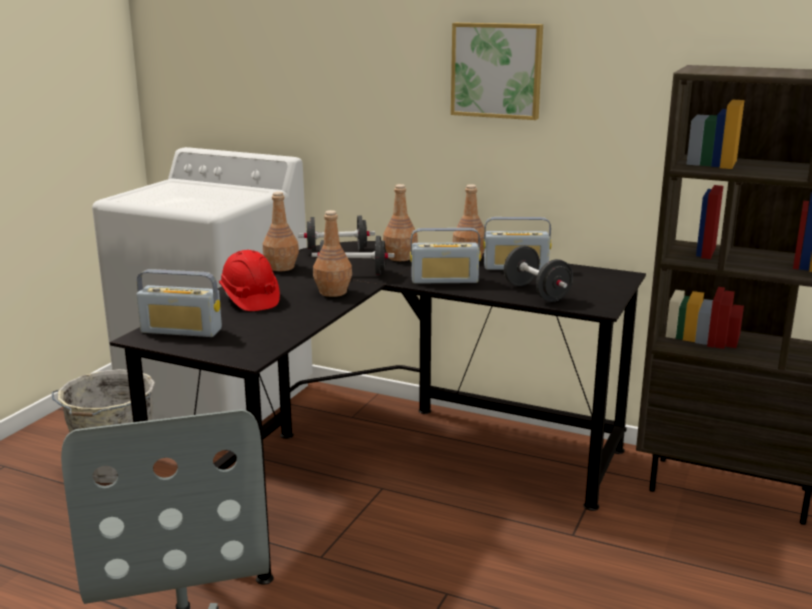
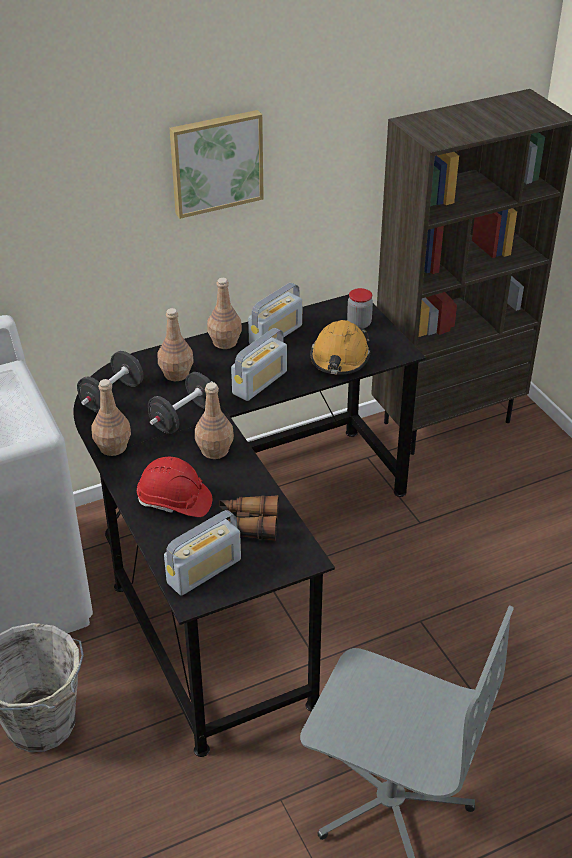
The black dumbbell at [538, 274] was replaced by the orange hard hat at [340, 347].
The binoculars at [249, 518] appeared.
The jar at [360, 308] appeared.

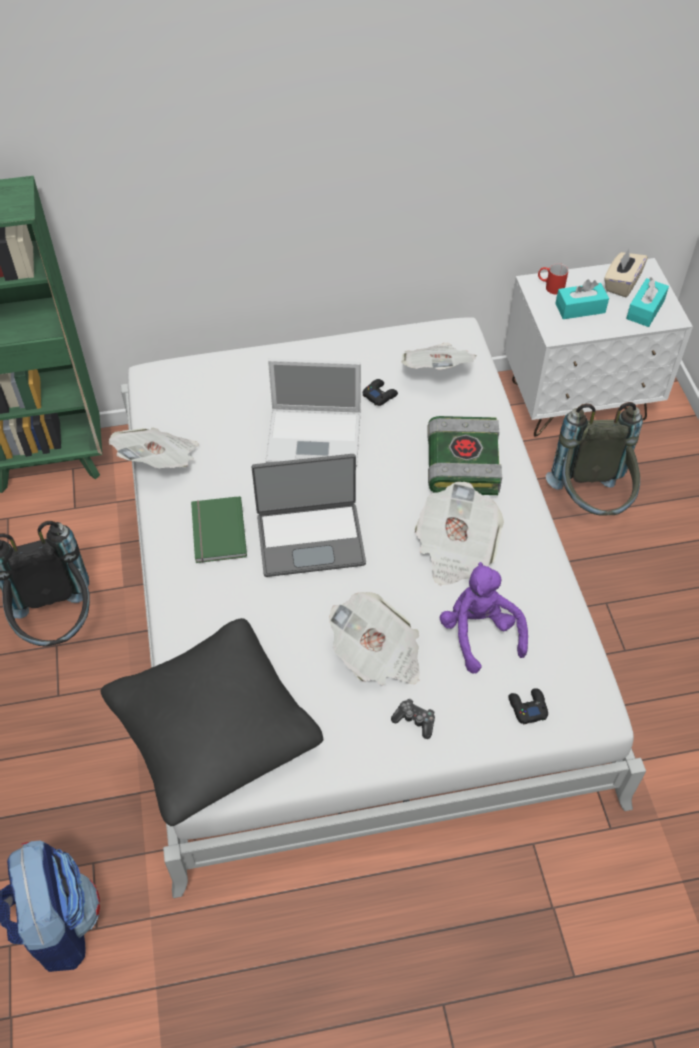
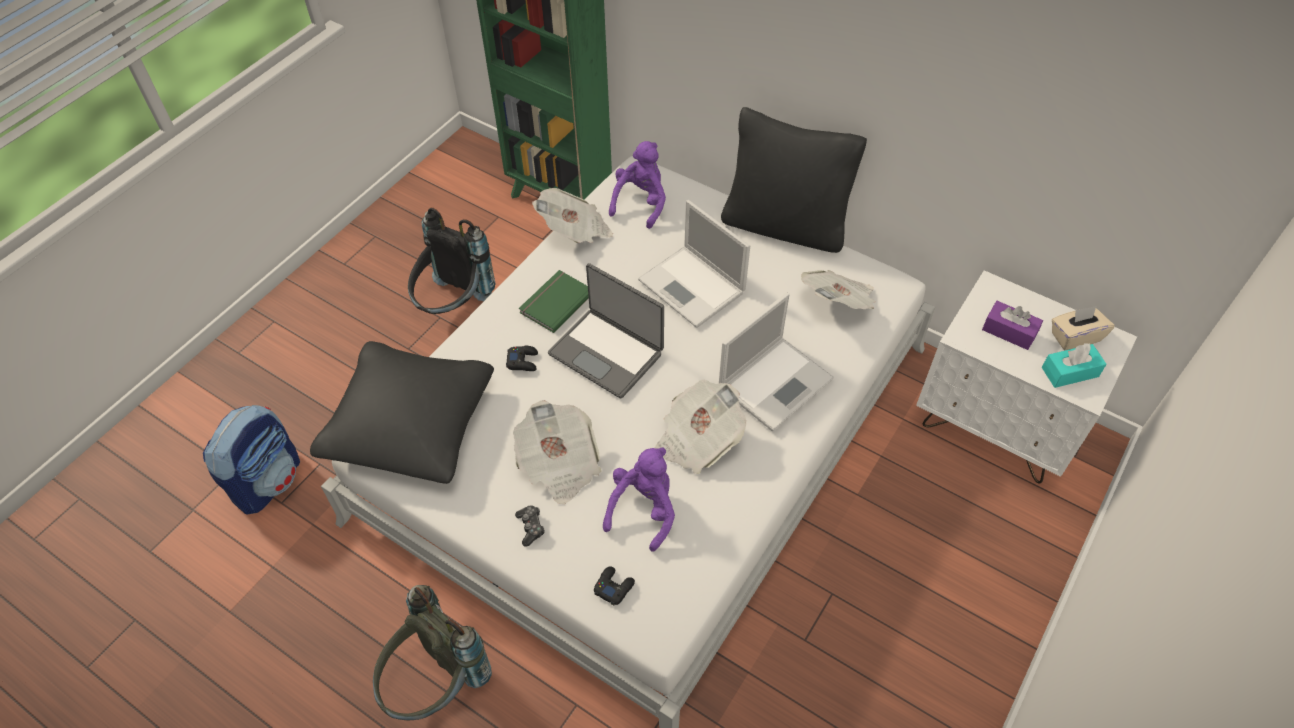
The black game controller moved from [380, 392] to [522, 358].
The book at [464, 455] was replaced by the laptop at [776, 362].
The red mug at [553, 279] disappeared.
The grey backpack moved from [594, 459] to [432, 652].
The turquoise tissue box at [582, 299] became the purple tissue box at [1012, 325].
The purple plush toy at [637, 185] appeared.
The black pillow at [794, 180] appeared.

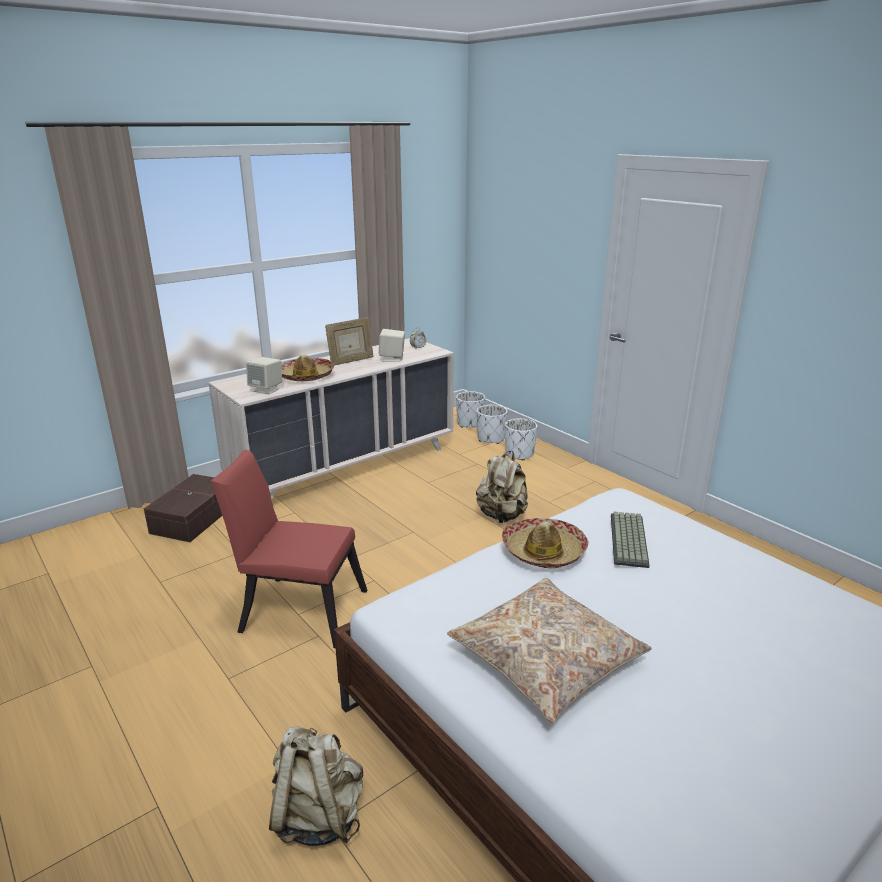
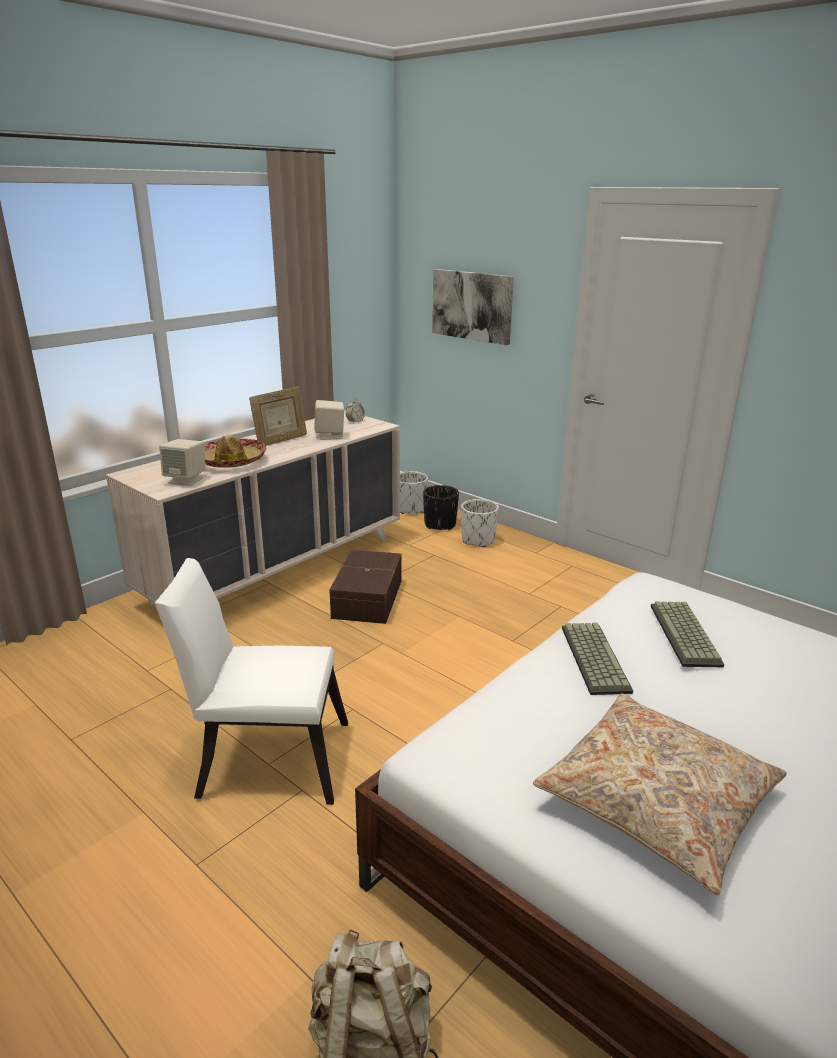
The brown storage box moved from [183, 508] to [365, 587].
The red chair at [289, 549] became the white chair at [251, 681].
The beige backpack at [502, 487] disappeared.
The white planter at [492, 424] became the black planter at [441, 507].
The hat at [545, 543] was replaced by the keyboard at [597, 659].
The picture at [473, 307] appeared.

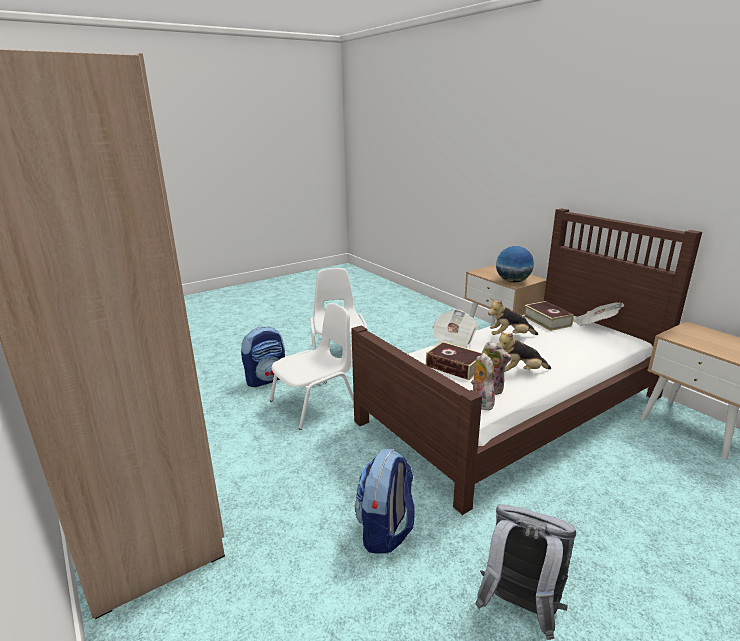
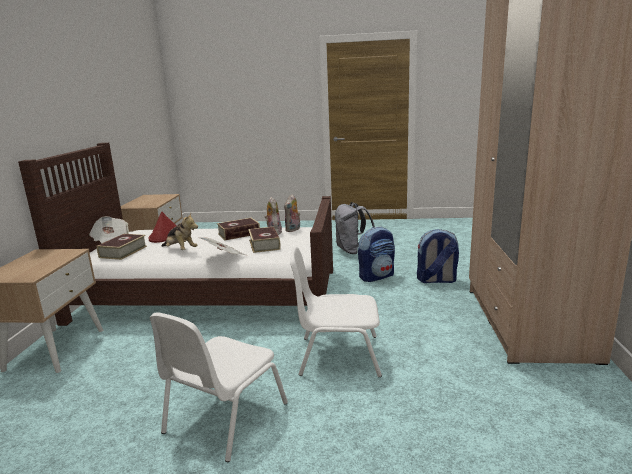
The backpack moved from [263, 356] to [438, 256].
The globe at [515, 264] disappeared.
The plush toy at [524, 351] was replaced by the book at [238, 229].
The red hat at [162, 227] appeared.

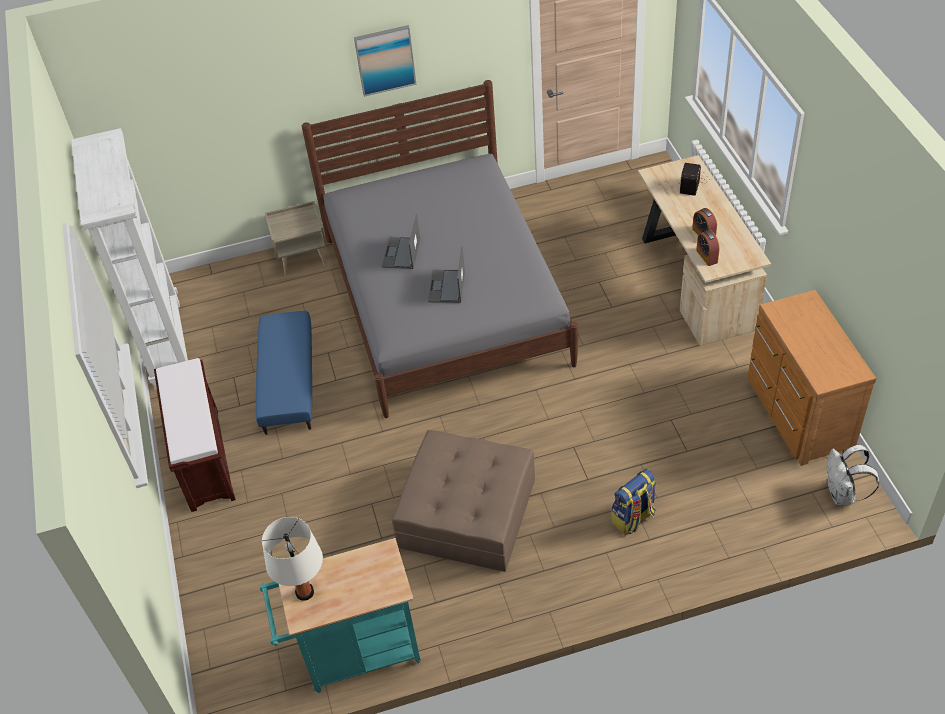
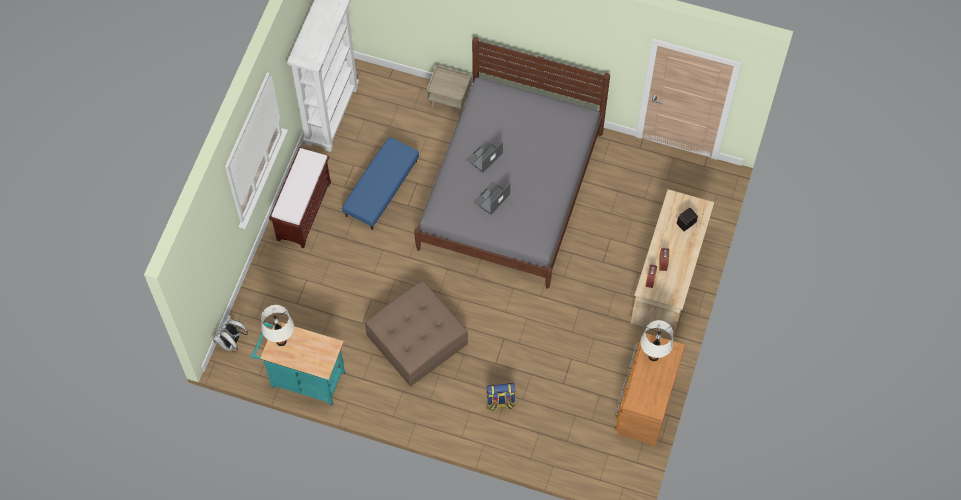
The picture at [385, 61] disappeared.
The white backpack moved from [852, 475] to [230, 333].
The white table lamp at [657, 340] appeared.

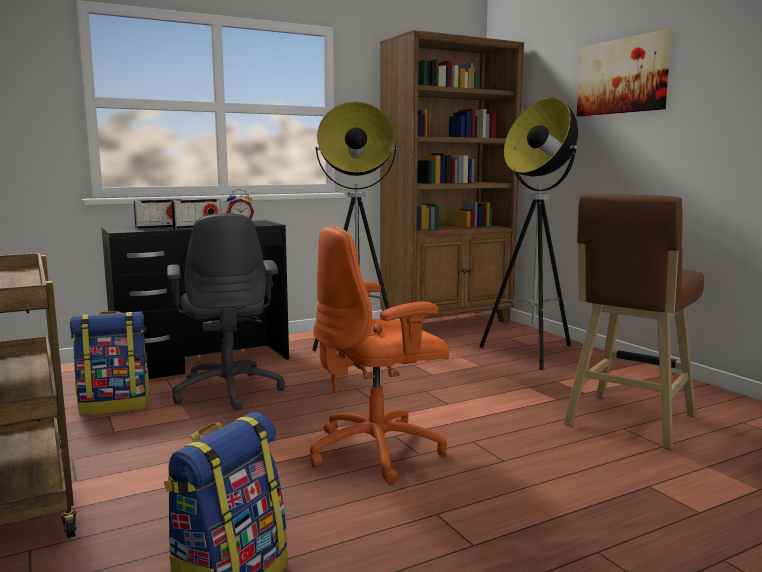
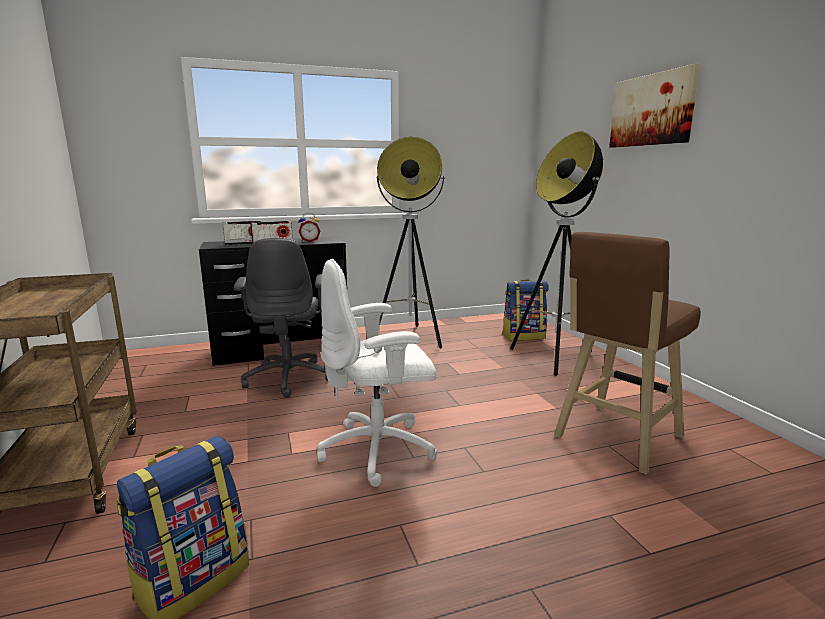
The backpack moved from [110, 363] to [525, 310].
The orange office chair at [379, 355] became the white office chair at [377, 373].
The brown bookcase at [452, 176] disappeared.

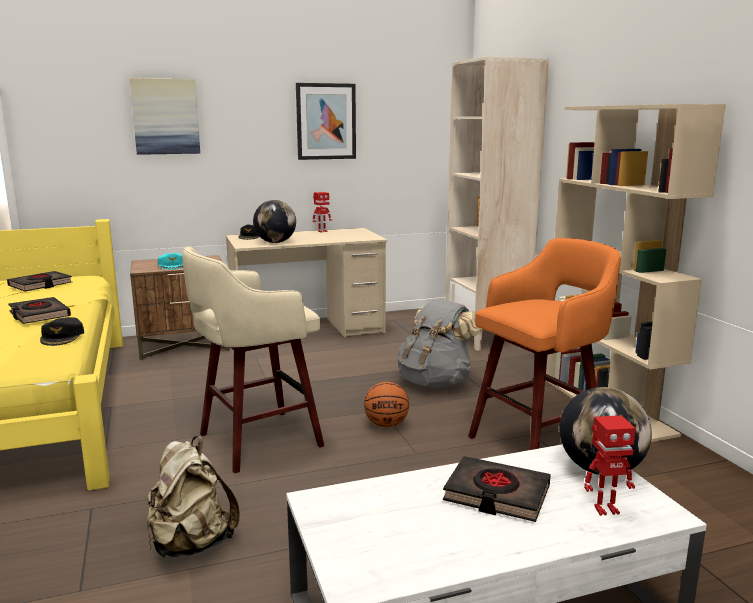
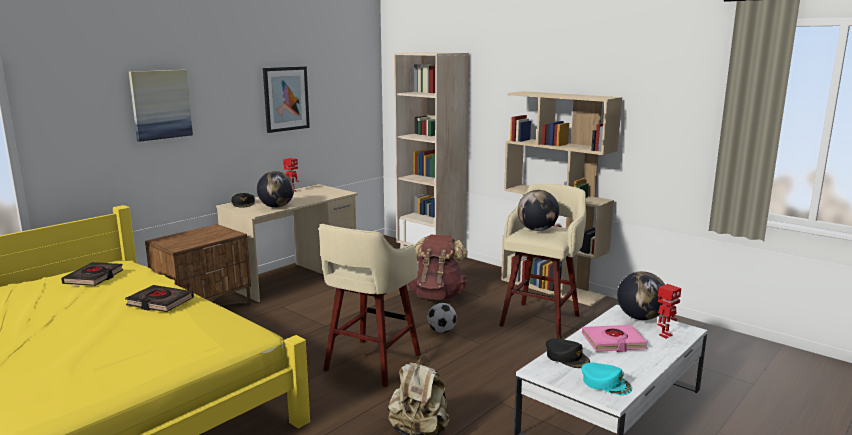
The black cap moved from [62, 331] to [568, 353].
The turquoise cap moved from [170, 261] to [606, 378].
The basketball at [386, 404] was replaced by the football at [442, 318].
The grey backpack at [440, 343] became the brown backpack at [437, 267].
The black book at [497, 489] became the pink book at [615, 338].
The orange stool at [544, 344] became the beige stool at [542, 261].
The globe at [538, 210] appeared.

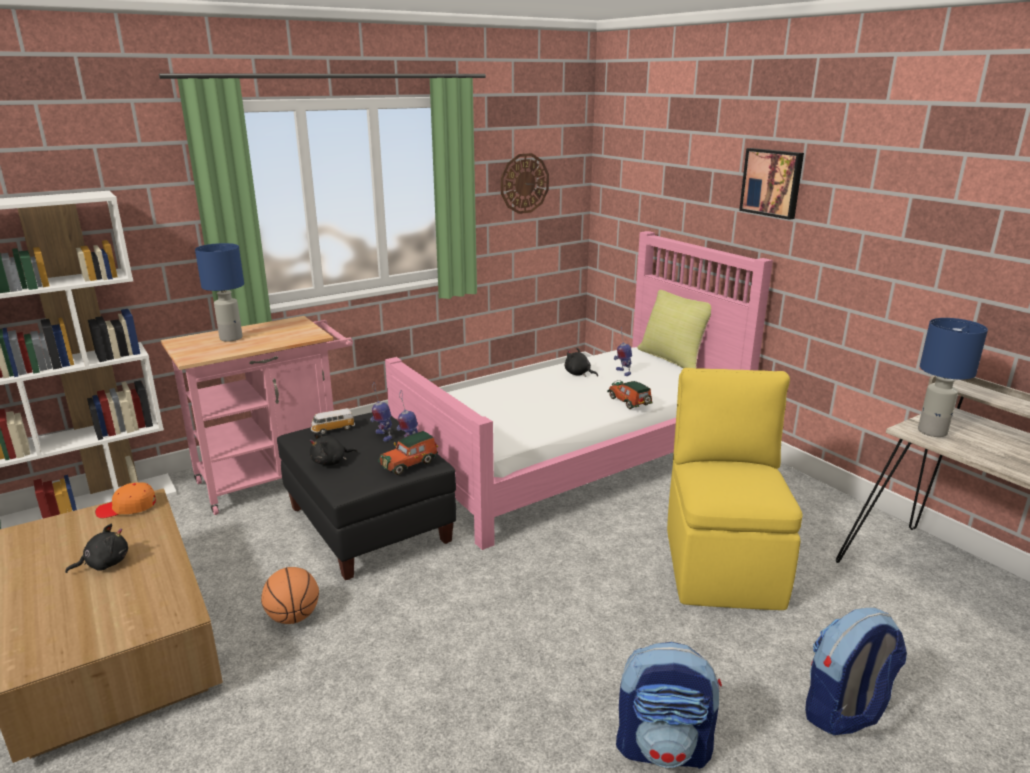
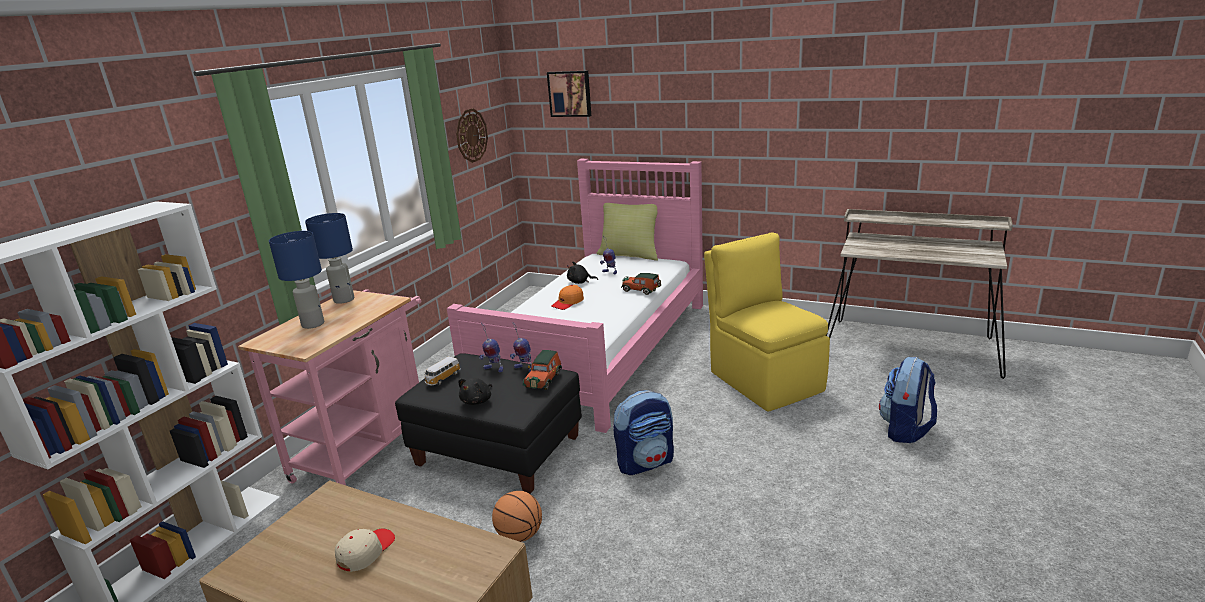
The black plush toy at [96, 548] was replaced by the beige cap at [365, 550].
The orange cap moved from [125, 500] to [567, 297].
The backpack moved from [669, 705] to [643, 432].
The picture moved from [771, 184] to [569, 94].
The blue table lamp moved from [953, 377] to [329, 258].

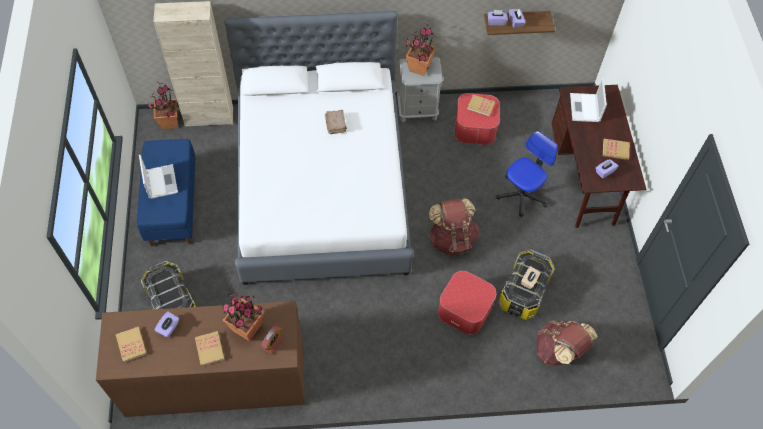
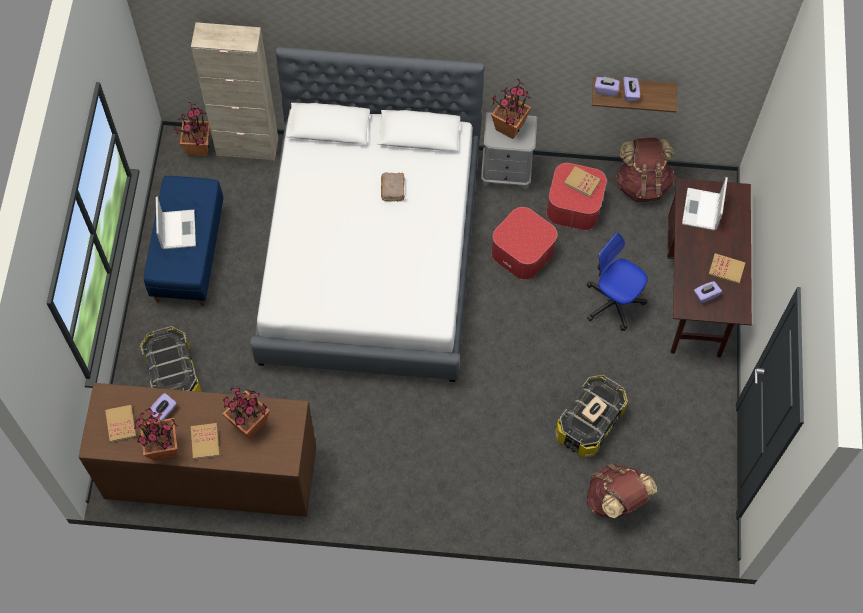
The alarm clock at [272, 339] disappeared.
The brown backpack moved from [454, 226] to [645, 169].
The ottoman moved from [467, 303] to [524, 243].
The office chair at [527, 174] turned 105 degrees counterclockwise.
The potted plant at [156, 434] appeared.

